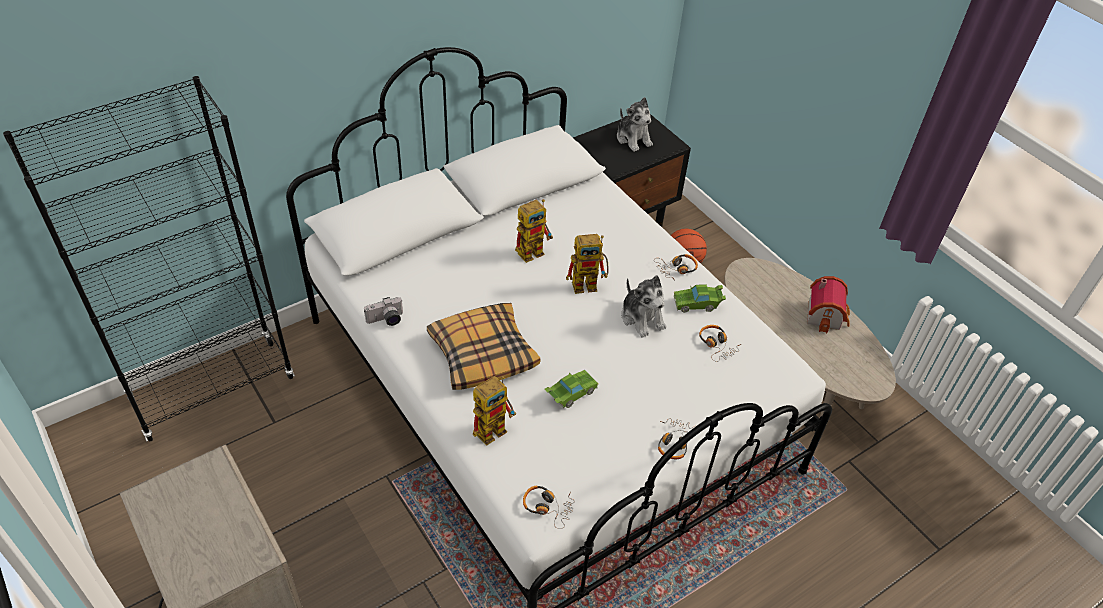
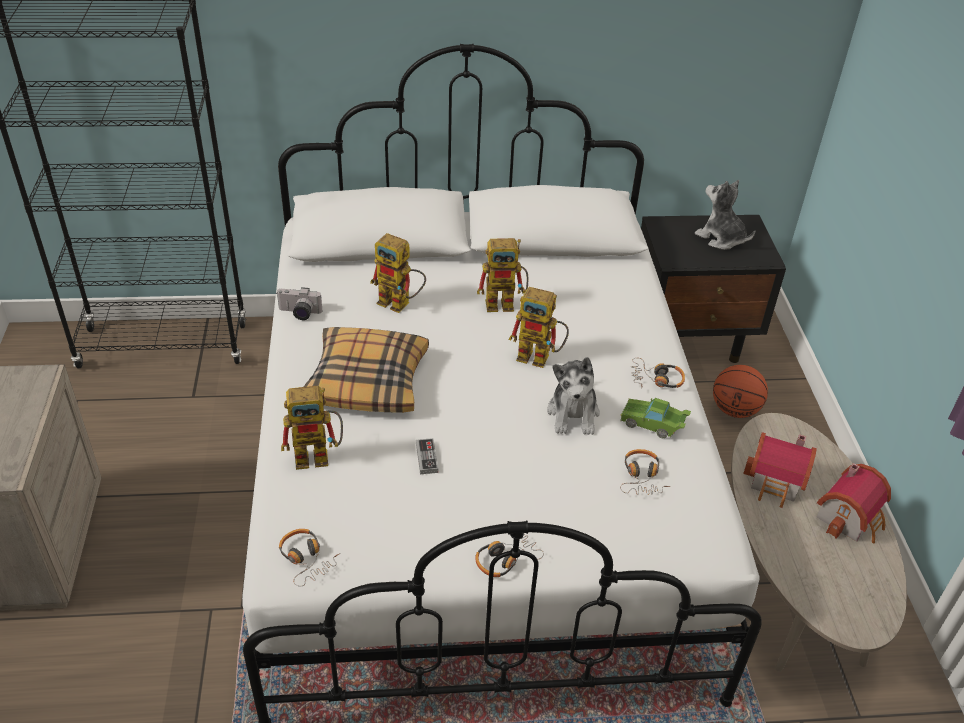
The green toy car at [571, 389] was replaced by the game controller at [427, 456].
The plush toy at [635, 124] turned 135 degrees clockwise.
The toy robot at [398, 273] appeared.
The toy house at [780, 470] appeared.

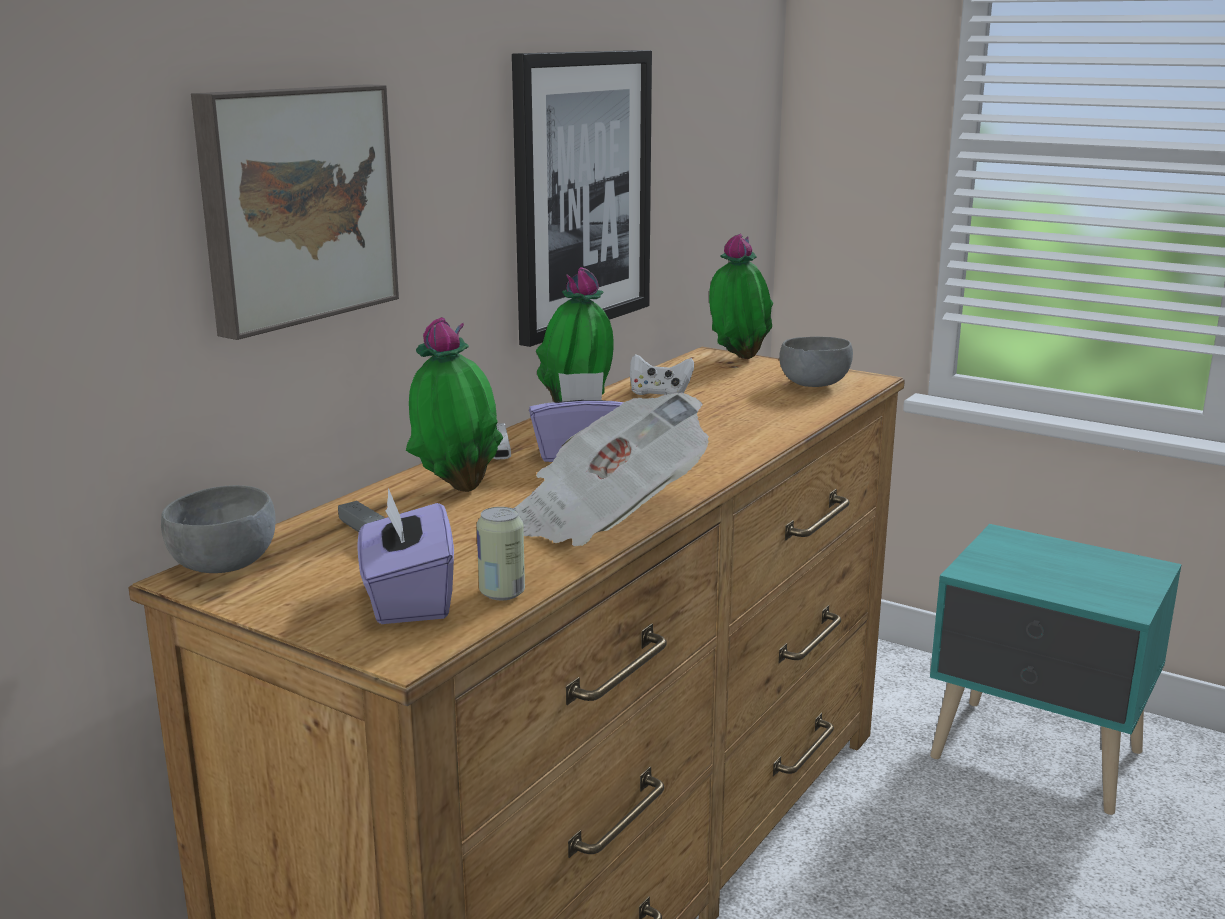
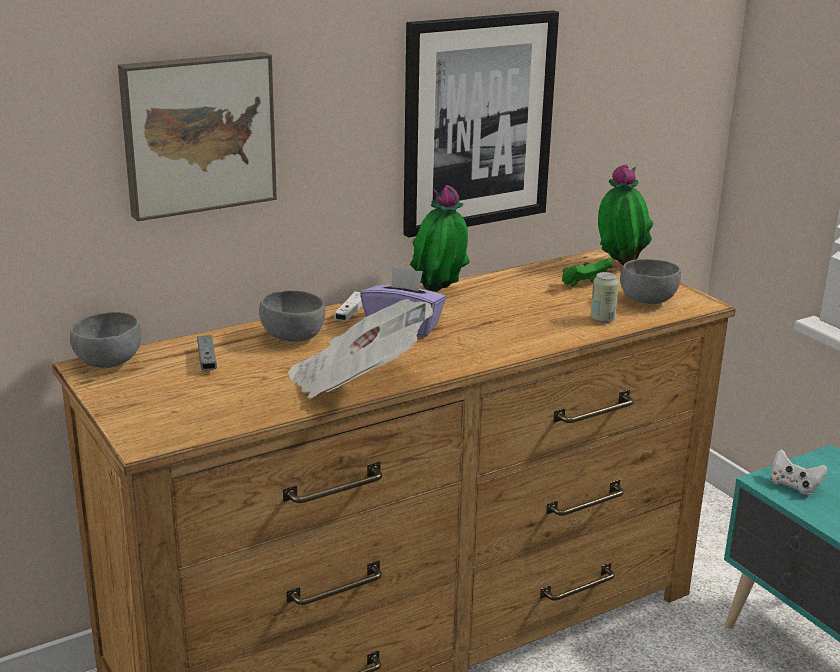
The purple tissue box at [405, 556] disappeared.
The potted plant at [454, 404] was replaced by the grey bowl at [292, 316].
The can moved from [501, 553] to [605, 297].
The white game controller moved from [662, 374] to [799, 472].
The green game controller at [587, 272] appeared.

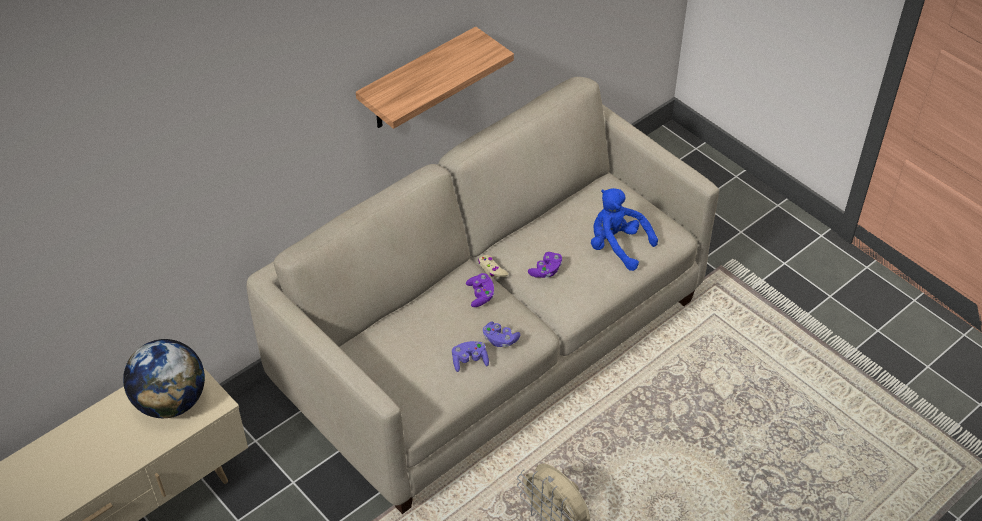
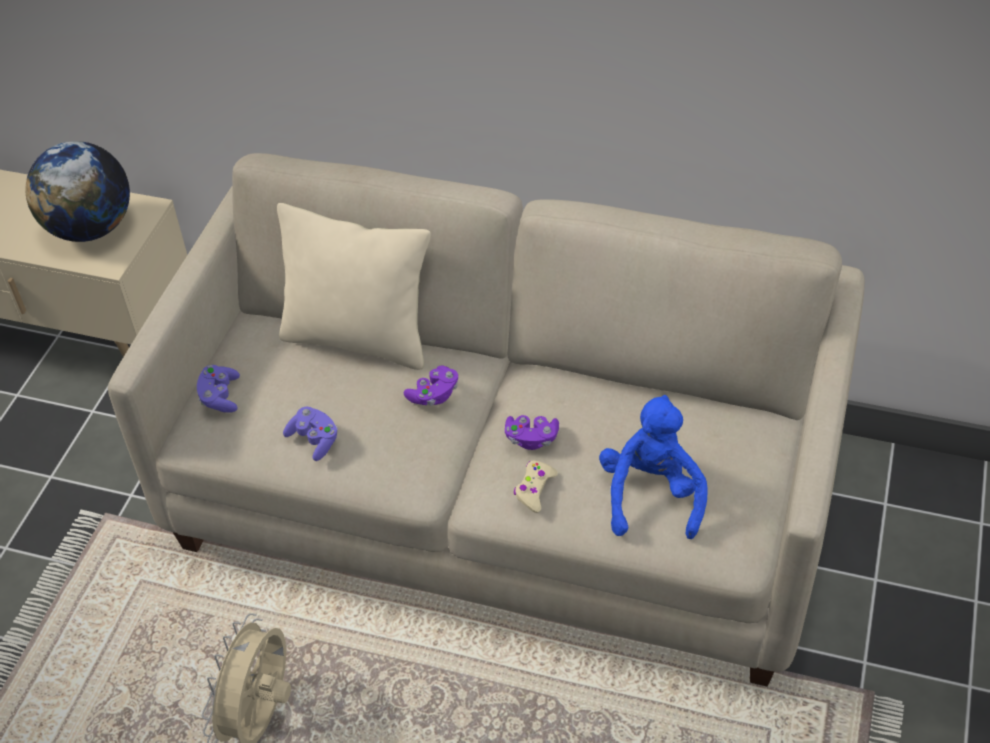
The shelf at [435, 77] disappeared.
The beige game controller moved from [493, 266] to [536, 487].
The purple game controller moved from [501, 334] to [218, 389].
The beige pillow at [354, 286] appeared.

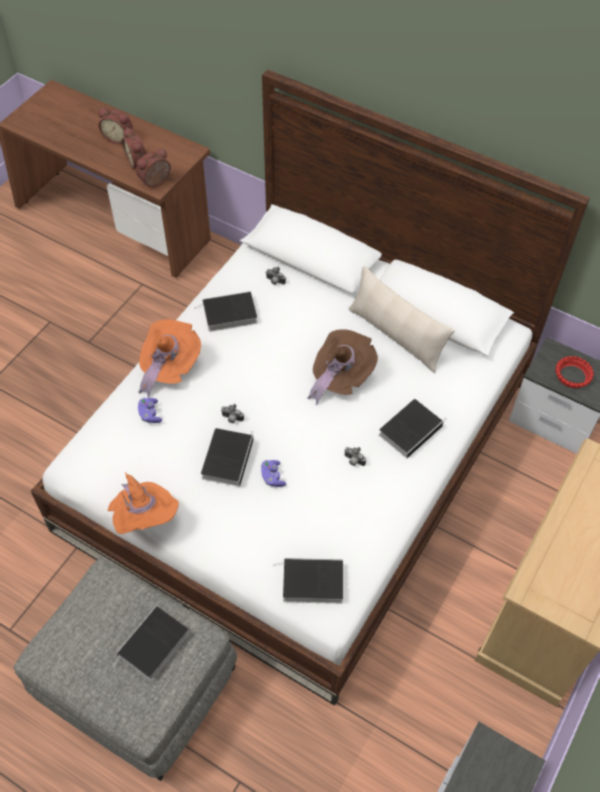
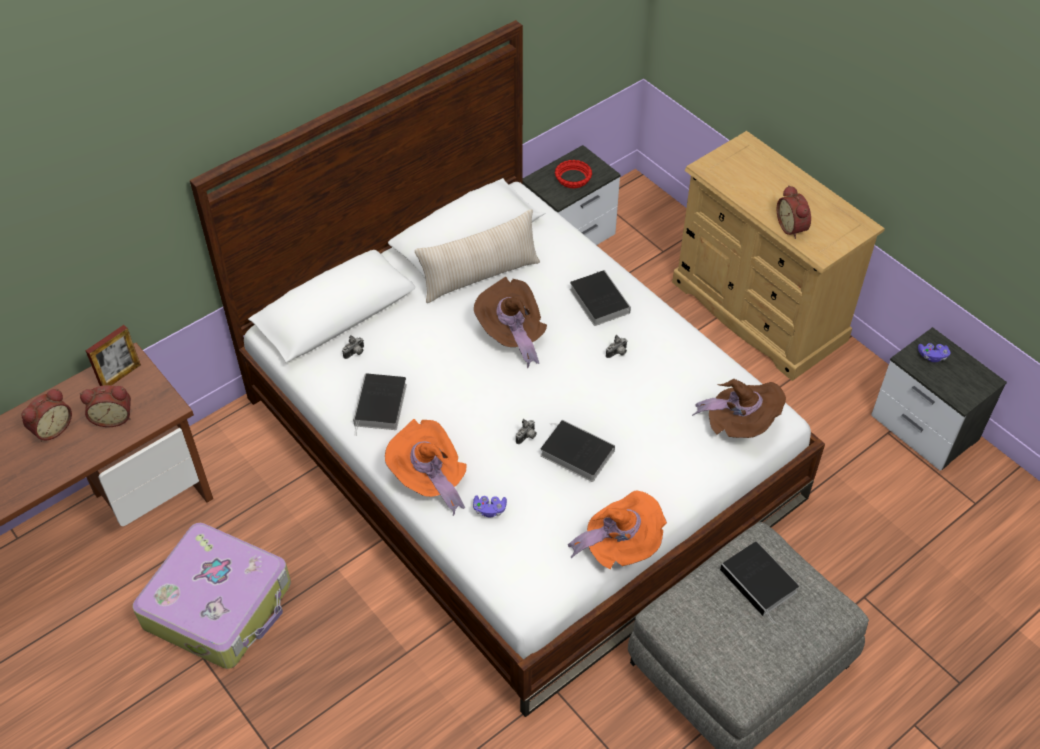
The alarm clock moved from [153, 167] to [794, 212].
The purple game controller moved from [273, 473] to [934, 352].
The book at [308, 581] was replaced by the brown hat at [739, 408].
The picture frame at [113, 355] appeared.
The suitcase at [211, 596] appeared.

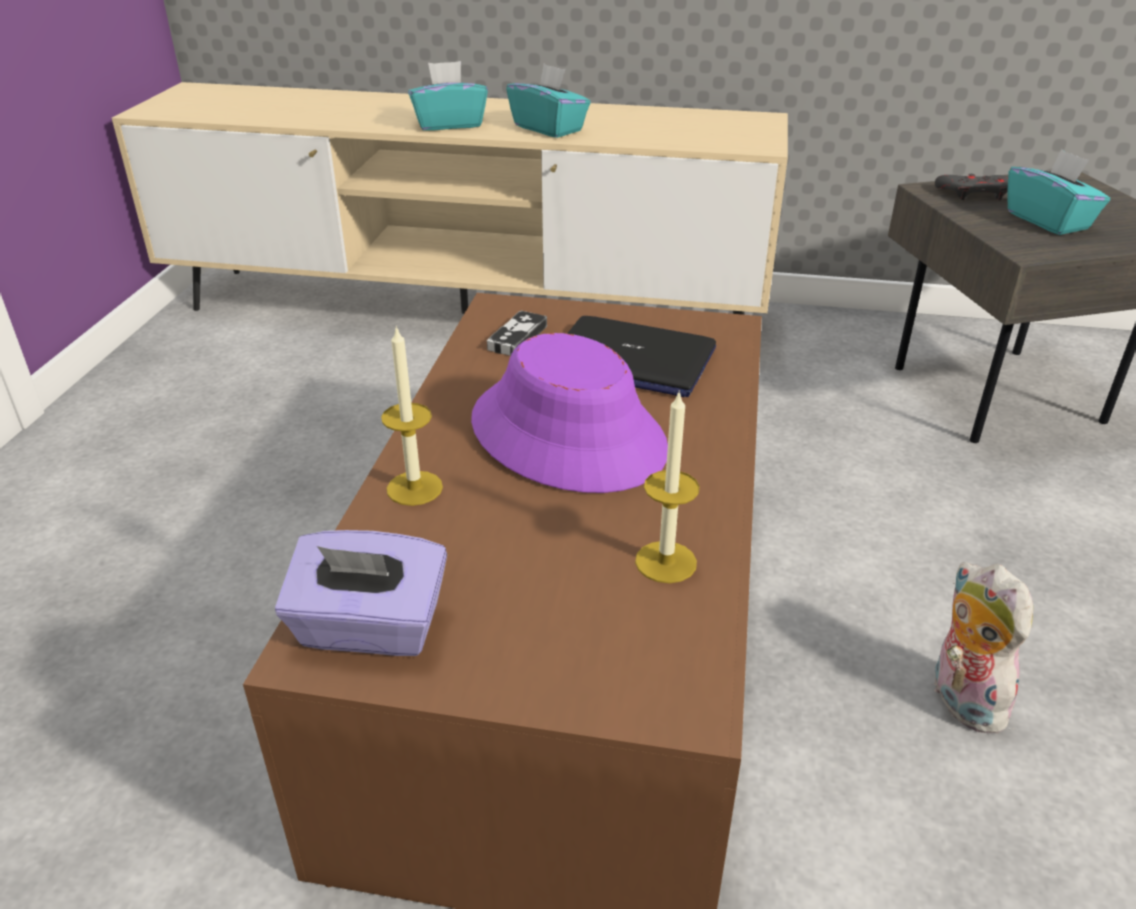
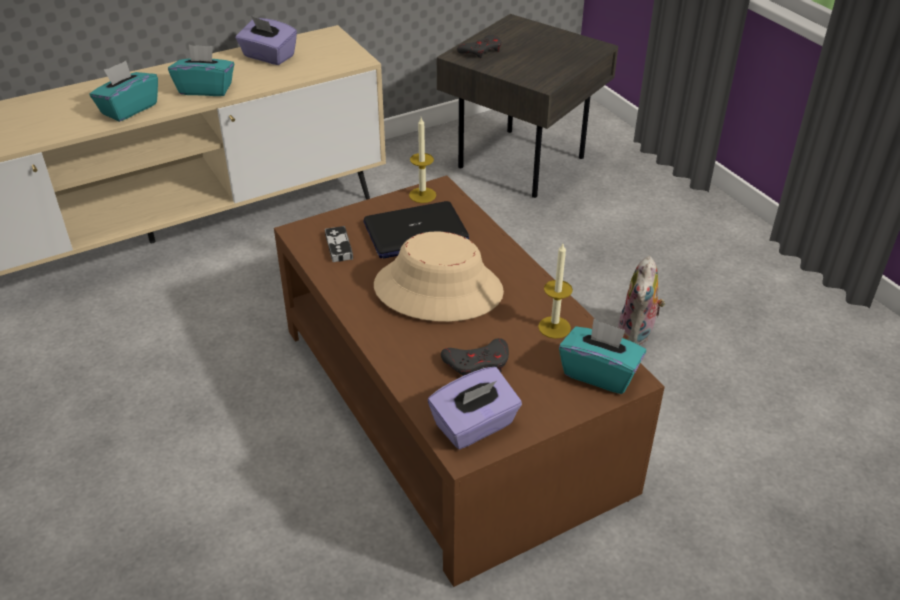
The candle moved from [412, 416] to [422, 160].
The purple hat at [569, 413] became the beige hat at [439, 276].
The plush toy at [982, 648] turned 105 degrees counterclockwise.
The turquoise tissue box moved from [1058, 192] to [602, 356].
The purple tissue box at [266, 40] appeared.
The grey game controller at [475, 357] appeared.

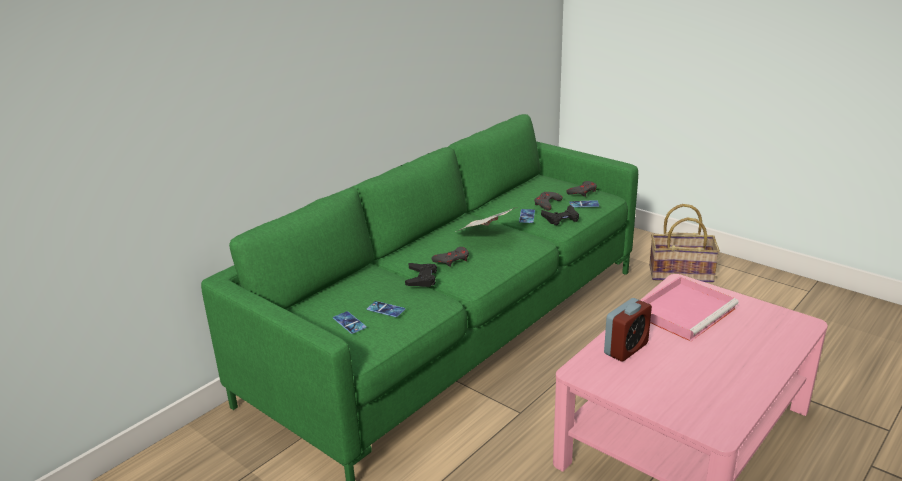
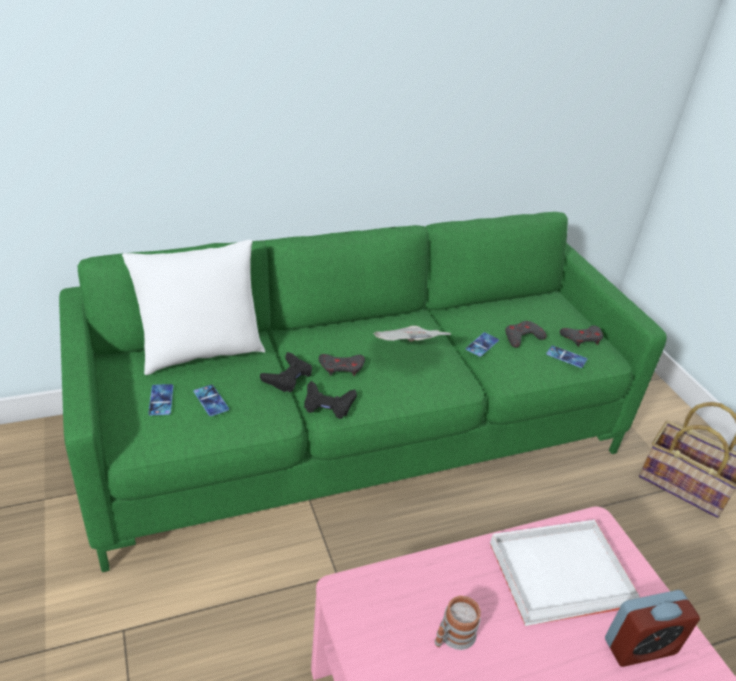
The black game controller moved from [560, 215] to [330, 400].
The alarm clock moved from [628, 329] to [652, 628].
The pink tray at [690, 309] became the white tray at [565, 573].
The white pillow at [193, 307] appeared.
The mug at [457, 622] appeared.

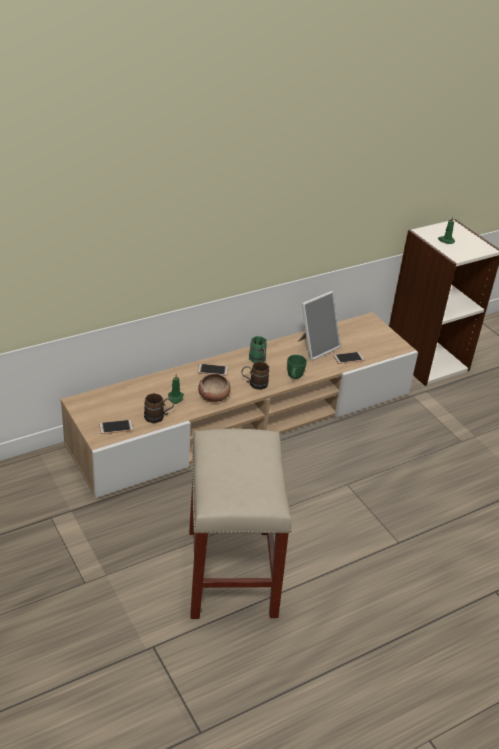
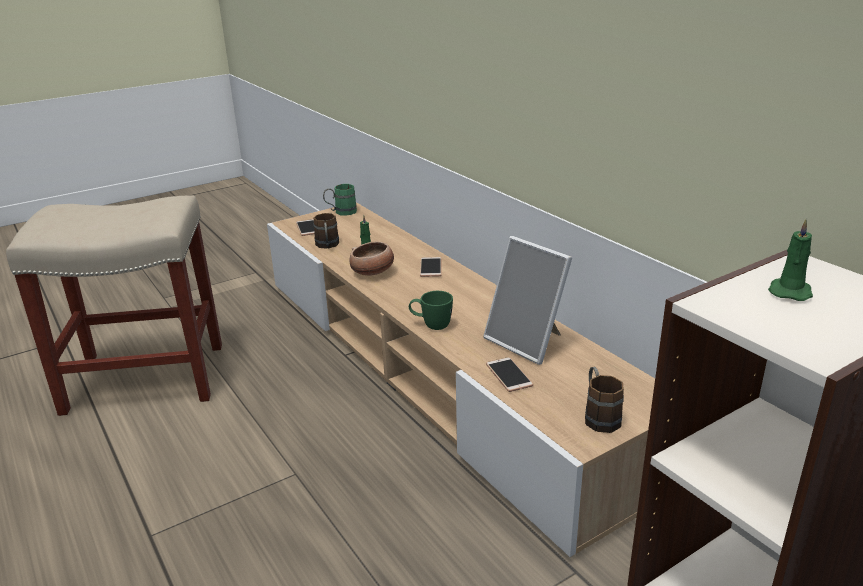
The brown mug moved from [255, 376] to [604, 400].
The green mug moved from [258, 349] to [340, 200].

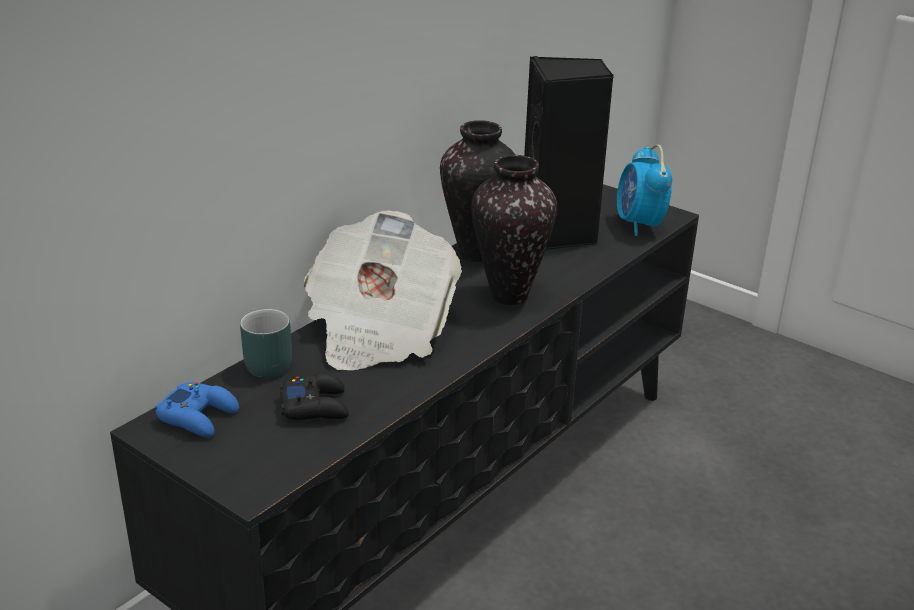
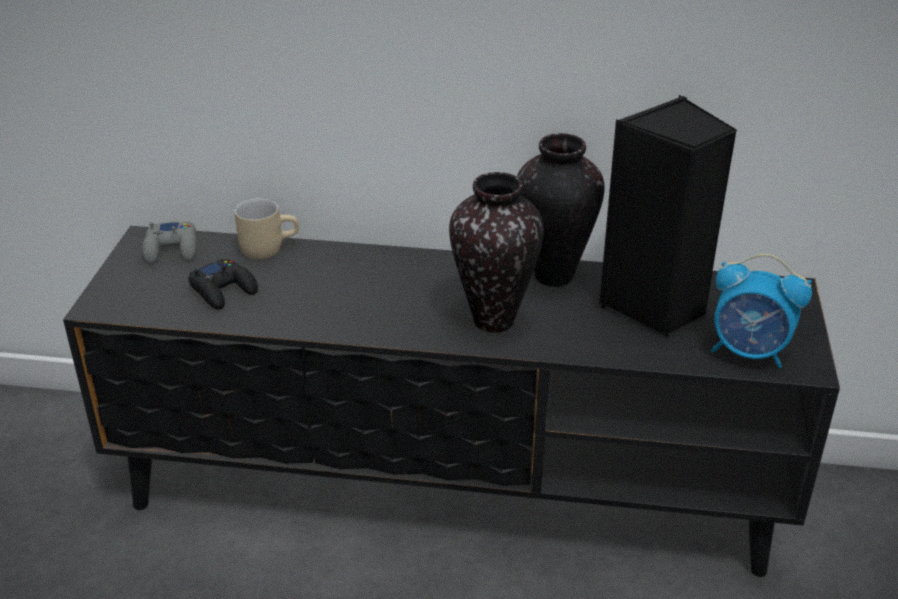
The blue game controller at [197, 410] became the grey game controller at [169, 242].
The turquoise mug at [266, 343] became the beige mug at [266, 228].
The newspaper at [383, 290] disappeared.
The alarm clock at [644, 190] turned 120 degrees counterclockwise.

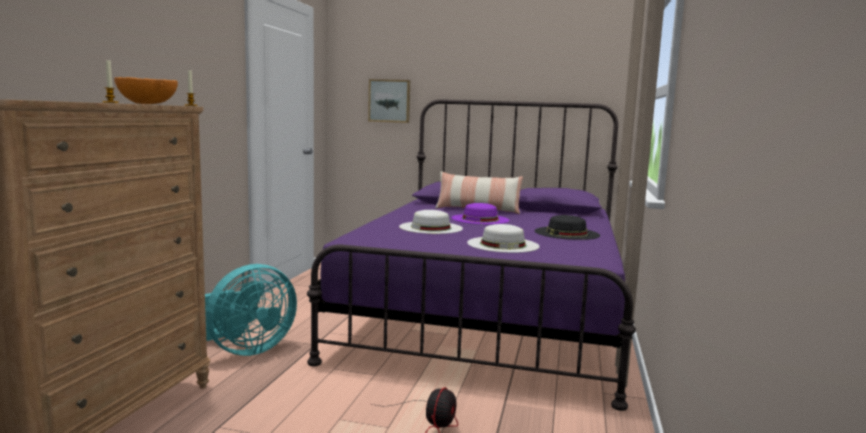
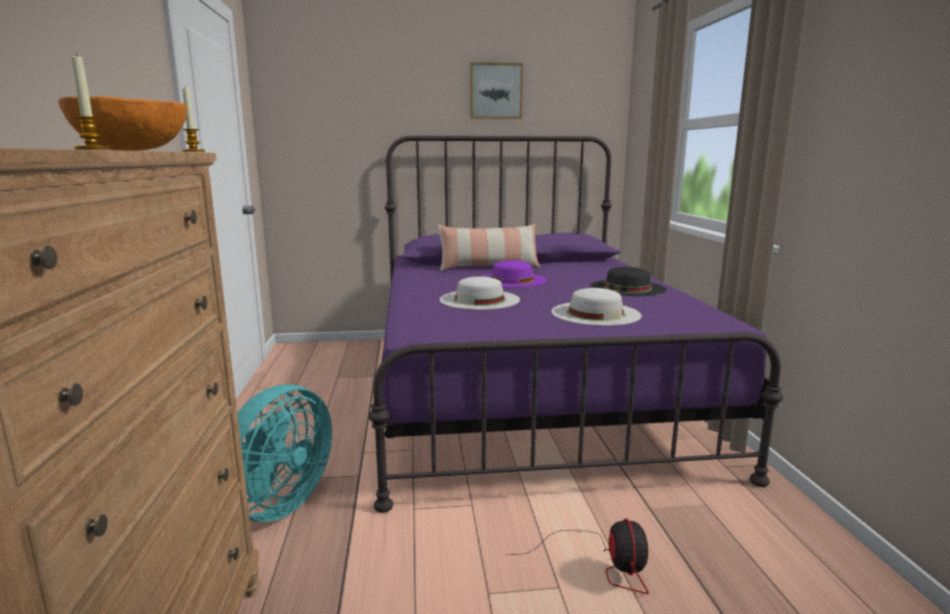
The picture moved from [389, 101] to [496, 90].

